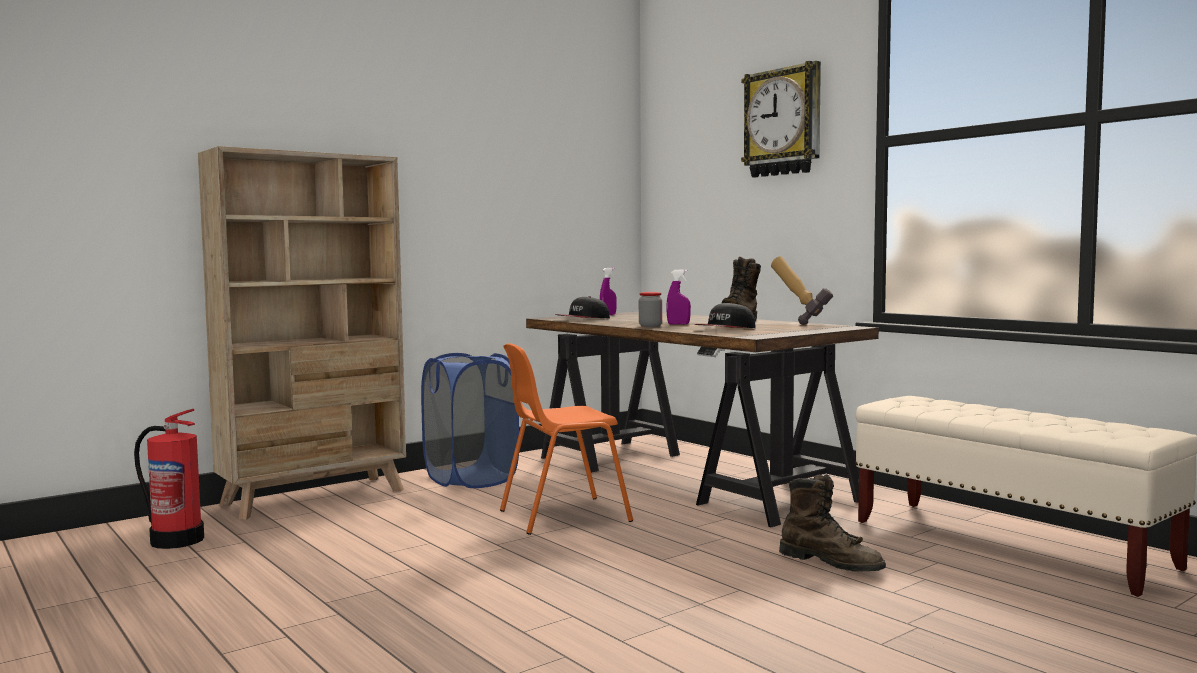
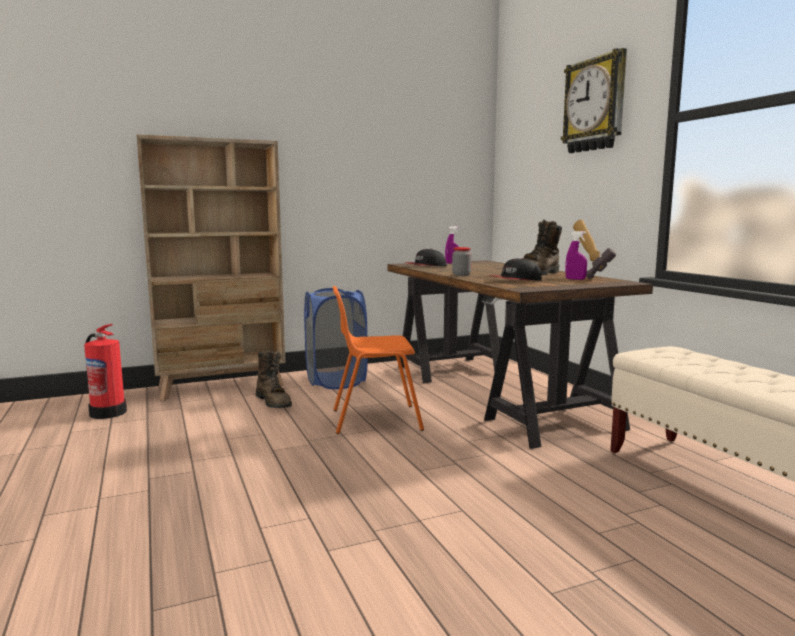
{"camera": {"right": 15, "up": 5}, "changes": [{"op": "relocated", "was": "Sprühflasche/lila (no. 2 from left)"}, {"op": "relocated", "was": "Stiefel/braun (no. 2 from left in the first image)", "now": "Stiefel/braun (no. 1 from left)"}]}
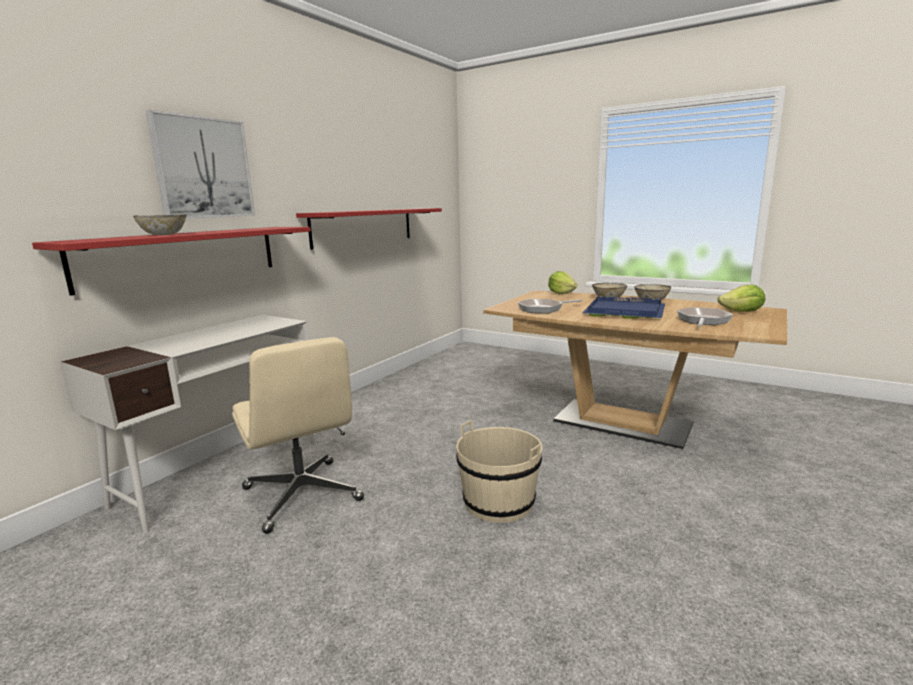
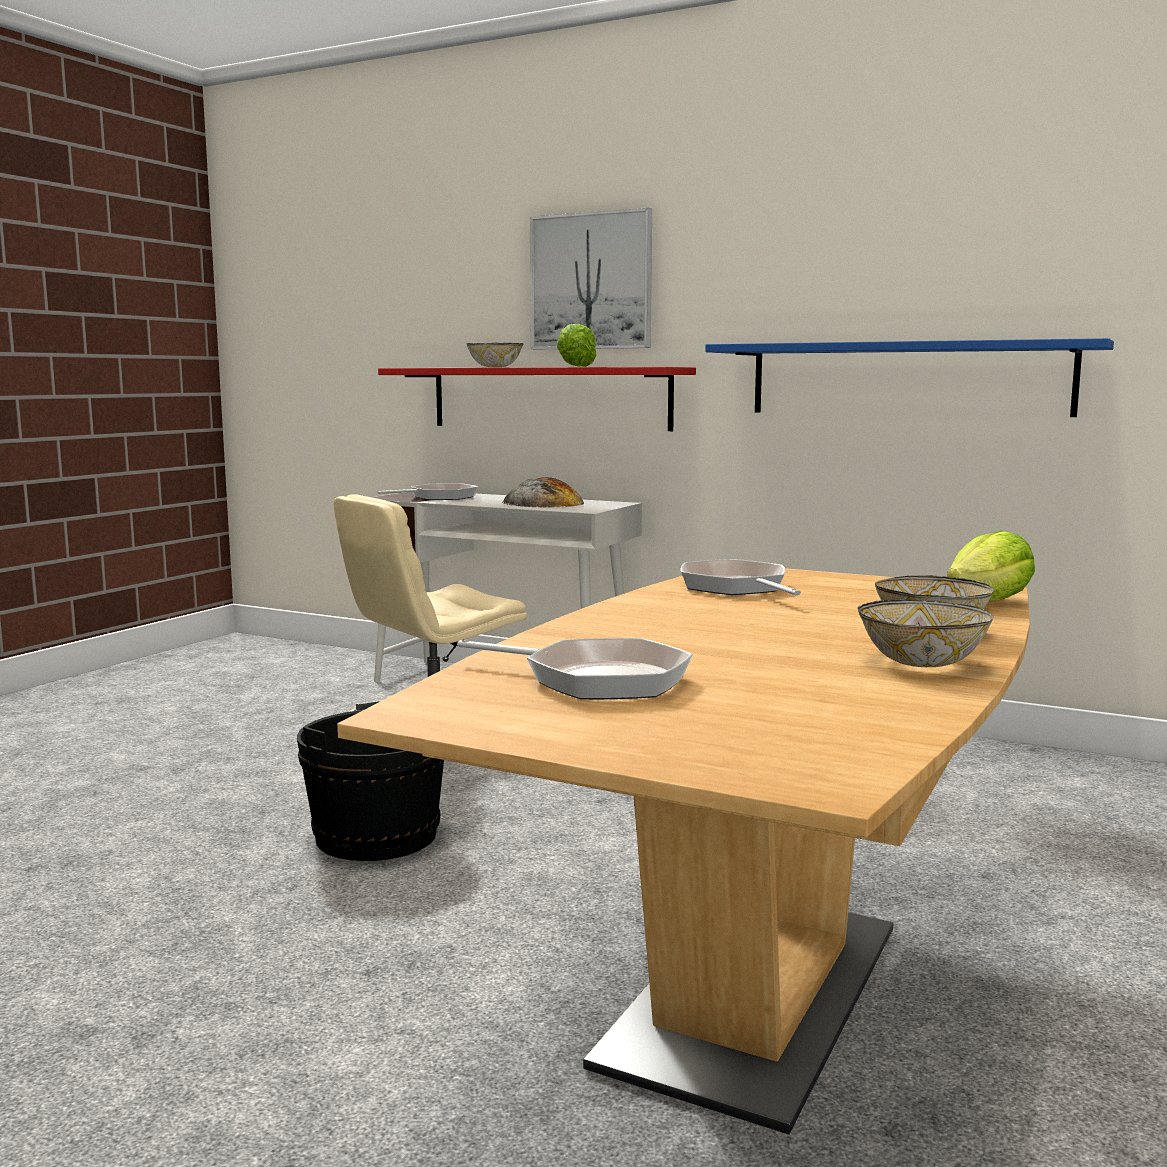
{"camera": {"right": 85, "up": -5}, "changes": [{"op": "colour", "was": "Wandregal/rot (no. 2 from left)", "now": "Wandregal/blau"}, {"op": "relocated", "was": "Salatkopf (no. 2 from left in the first image)", "now": "Salatkopf (no. 1 from left)"}, {"op": "missing", "was": "Tablett/blau"}, {"op": "colour", "was": "Eimer/beige", "now": "Eimer/schwarz"}, {"op": "appeared", "now": "Brot"}, {"op": "appeared", "now": "Pfanne (no. 1 from left)"}]}
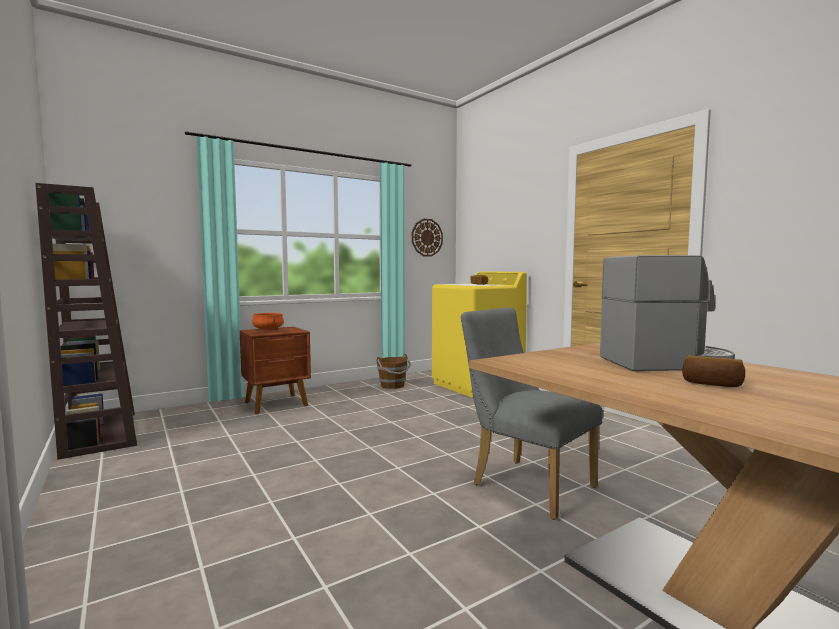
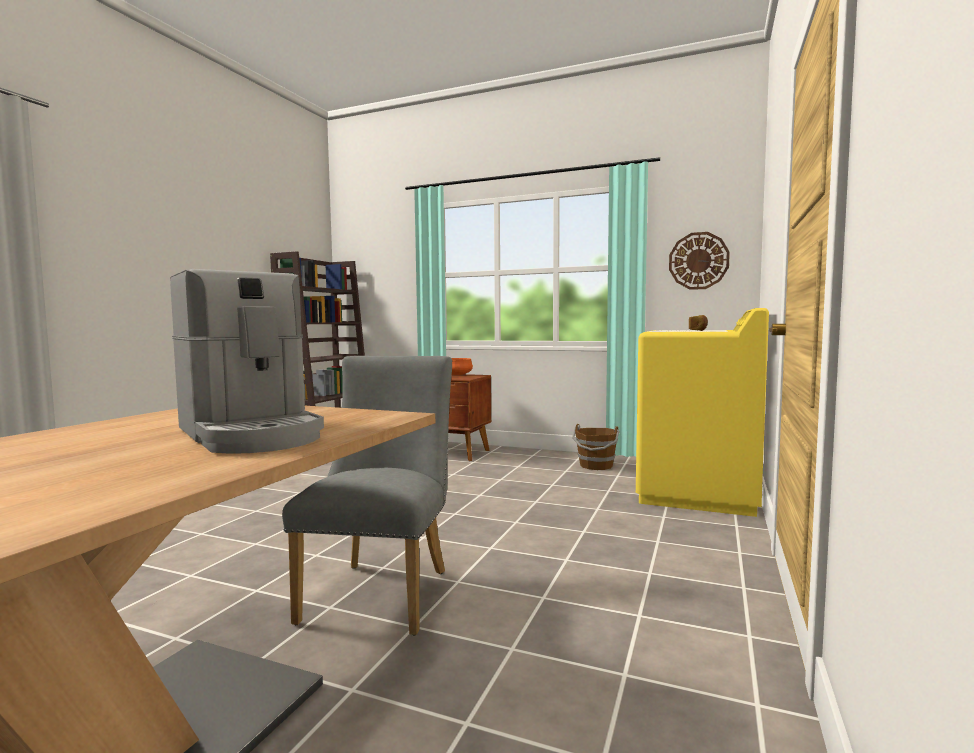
{"camera": {"right": 55, "up": 0}, "changes": [{"op": "missing", "was": "Brot (no. 2 from left)"}]}
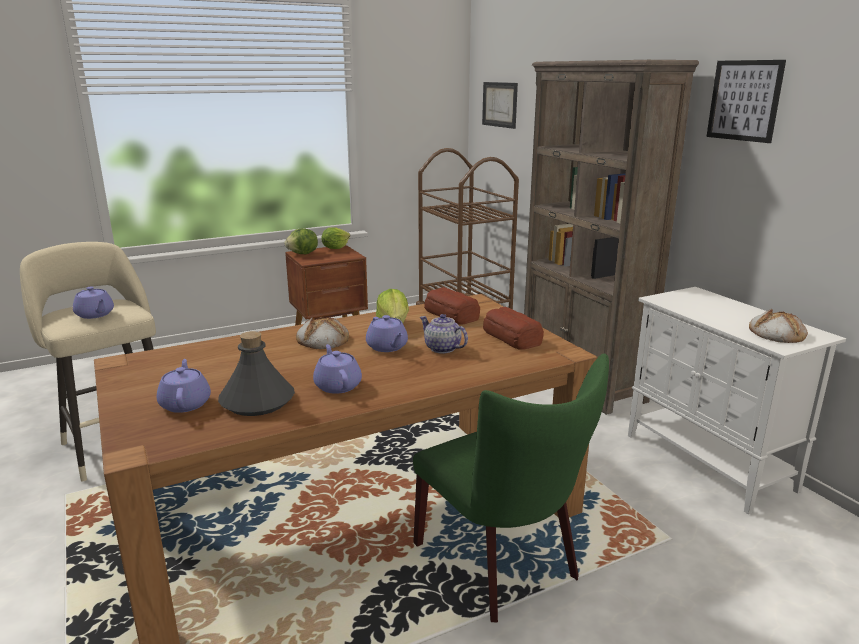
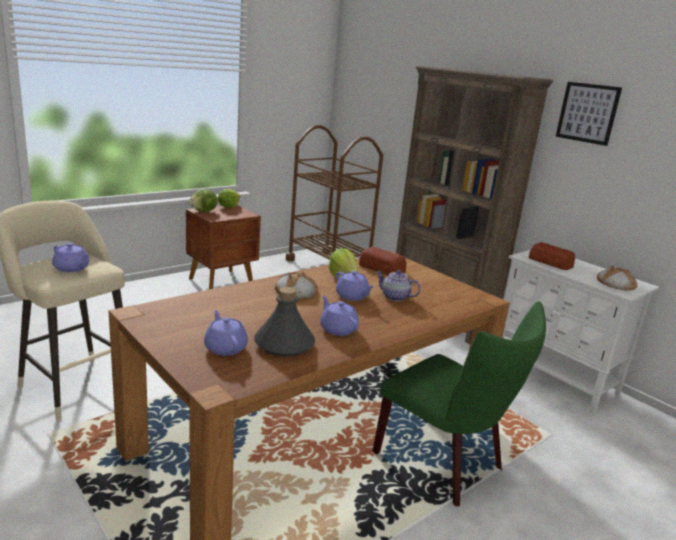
{"camera": {"right": -15, "up": 0}, "changes": [{"op": "missing", "was": "Bild (no. 1 from left)"}, {"op": "relocated", "was": "Brot (no. 3 from left)"}]}
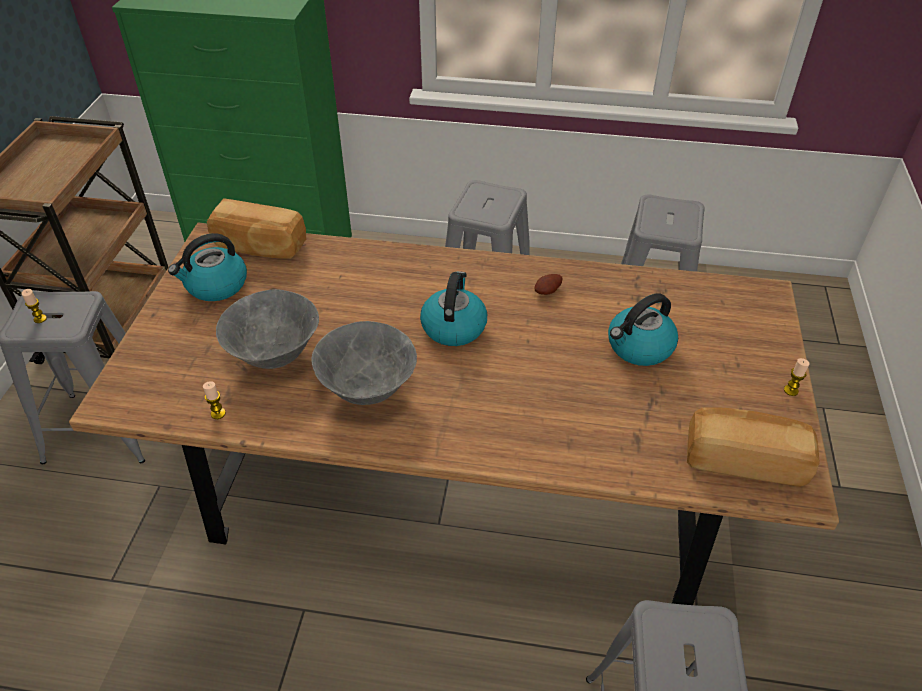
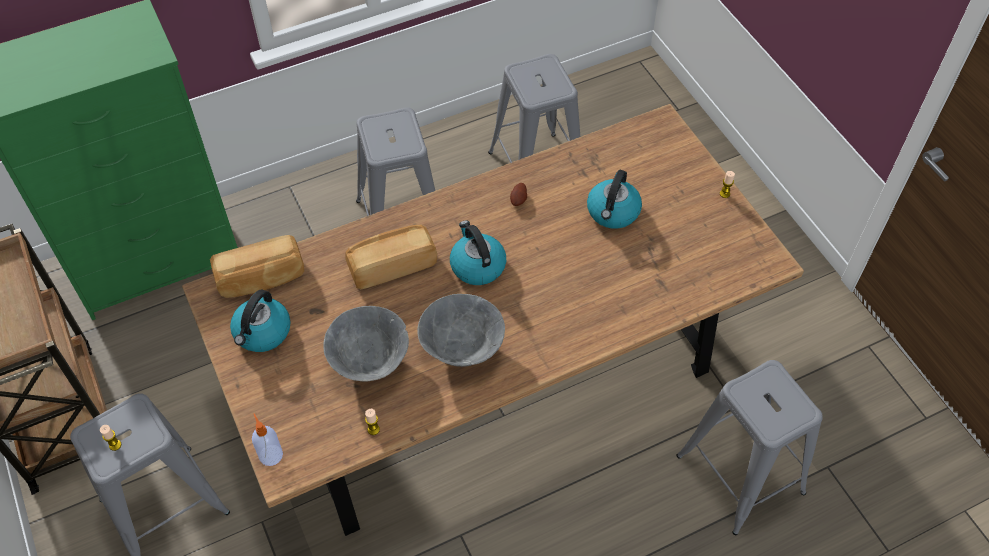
{"camera": {"right": -35, "up": 10}, "changes": [{"op": "relocated", "was": "Brot (no. 2 from left)"}, {"op": "appeared", "now": "Seifenspender"}]}
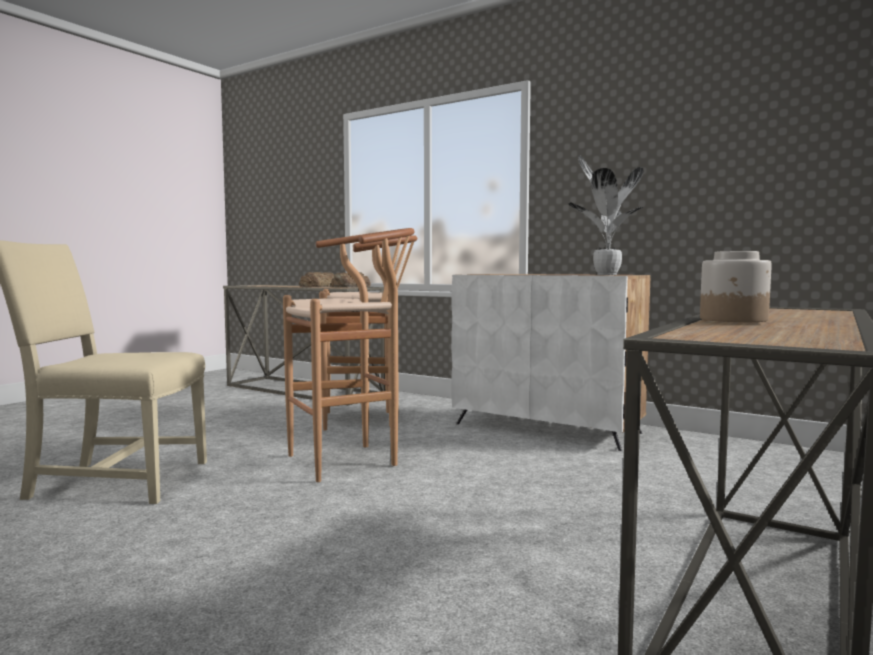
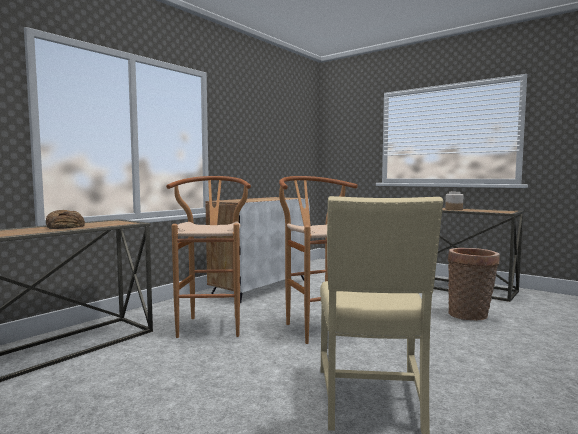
{"camera": {"right": -85, "up": 0}, "changes": [{"op": "missing", "was": "Topfpflanze"}, {"op": "missing", "was": "Brot (no. 2 from left)"}, {"op": "appeared", "now": "Korb"}]}
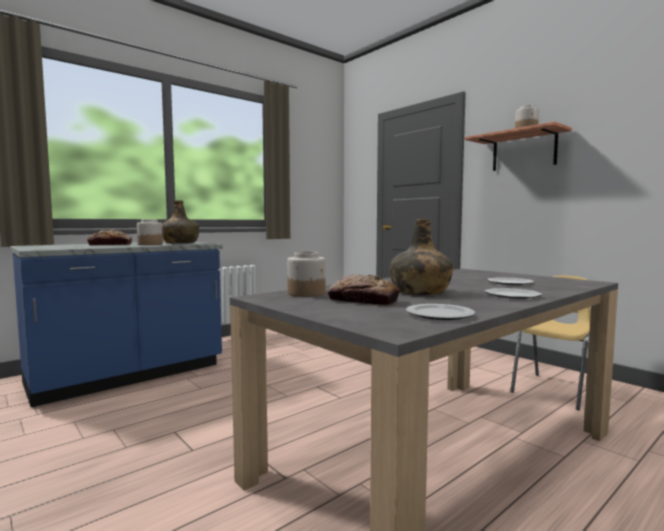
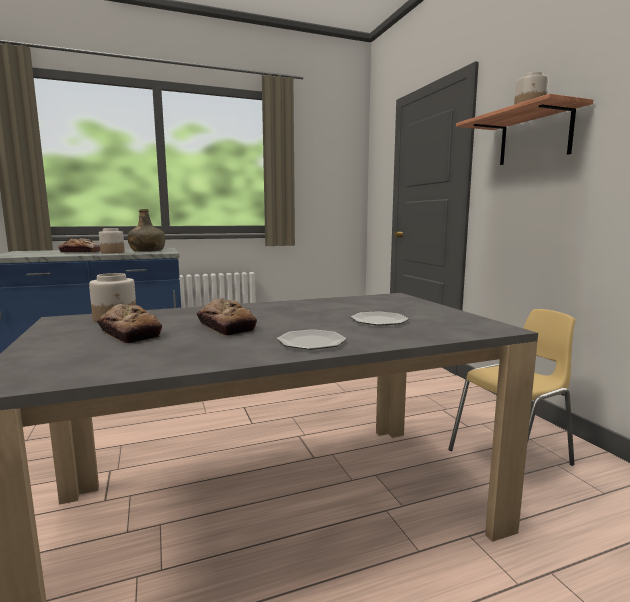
{"camera": {"right": 20, "up": 5}, "changes": [{"op": "exchanged", "was": "Flasche/grün (no. 2 from left)", "now": "Brot (no. 3 from left)"}, {"op": "missing", "was": "Teller (no. 1 from left)"}]}
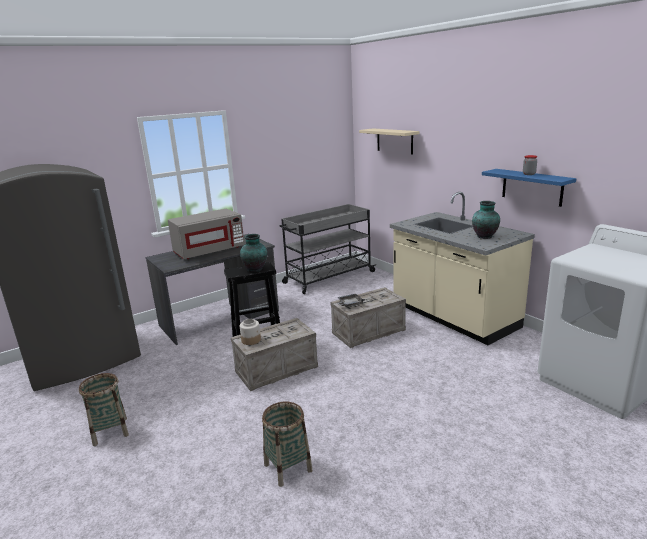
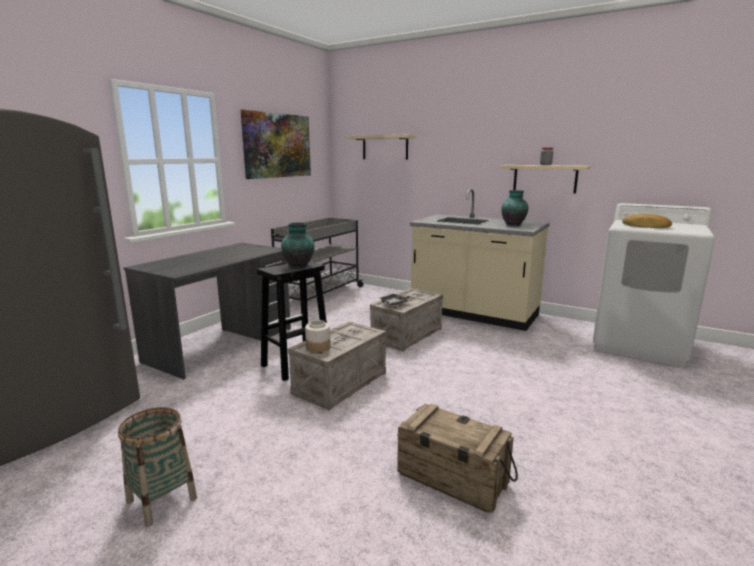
{"camera": {"right": -25, "up": -5}, "changes": [{"op": "colour", "was": "Wandregal/blau", "now": "Wandregal/beige (no. 2 from left)"}, {"op": "missing", "was": "Mikrowelle/grau"}, {"op": "exchanged", "was": "Korb (no. 2 from left)", "now": "Kiste (no. 3 from left)"}, {"op": "appeared", "now": "Bild"}, {"op": "appeared", "now": "Brot"}]}
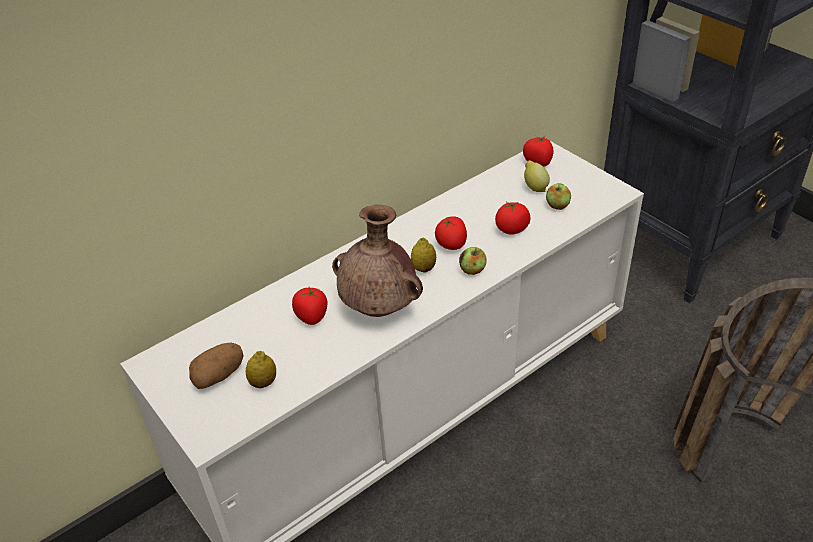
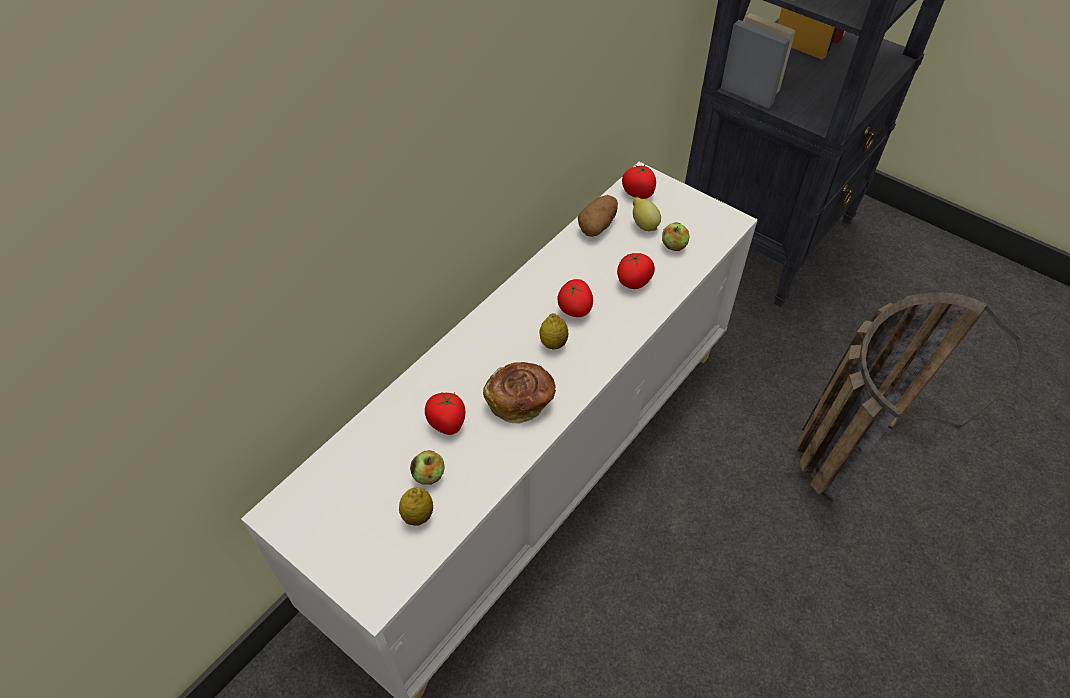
{"camera": {"right": -15, "up": 10}, "changes": [{"op": "exchanged", "was": "Vase/braun", "now": "Brot"}, {"op": "relocated", "was": "Apfel (no. 1 from left)"}, {"op": "relocated", "was": "Kartoffel"}]}
